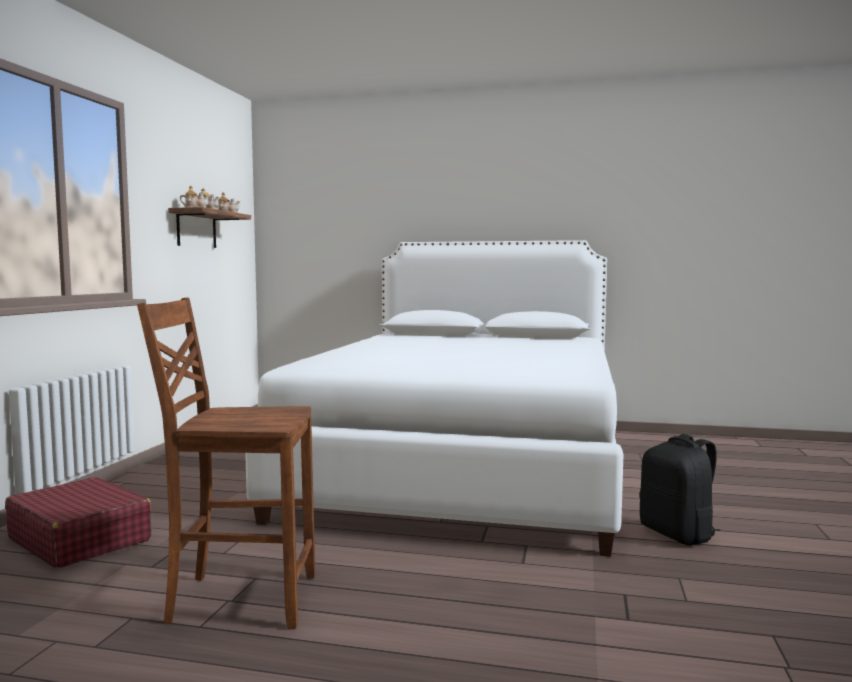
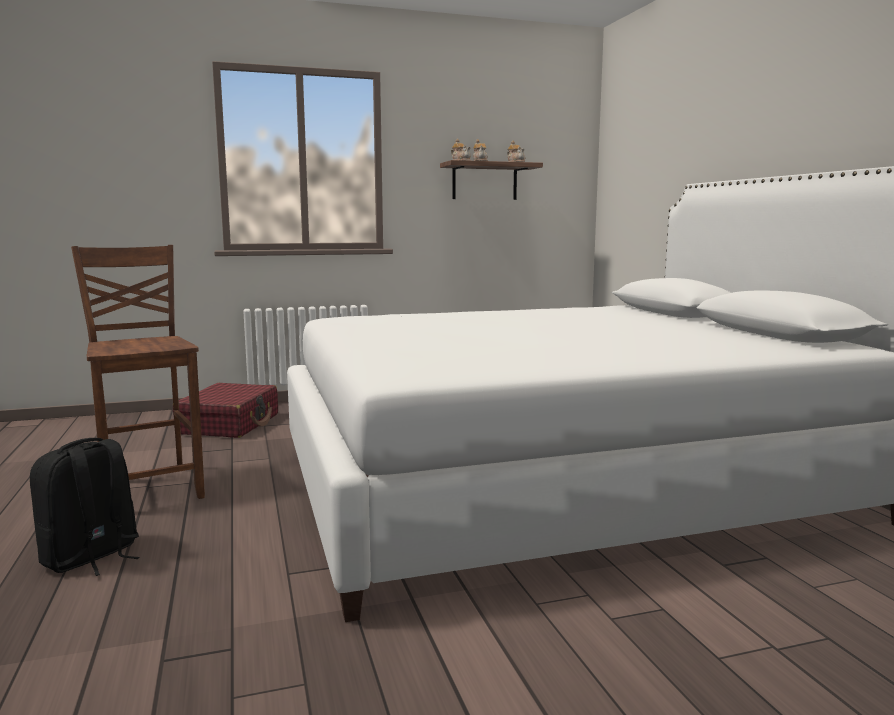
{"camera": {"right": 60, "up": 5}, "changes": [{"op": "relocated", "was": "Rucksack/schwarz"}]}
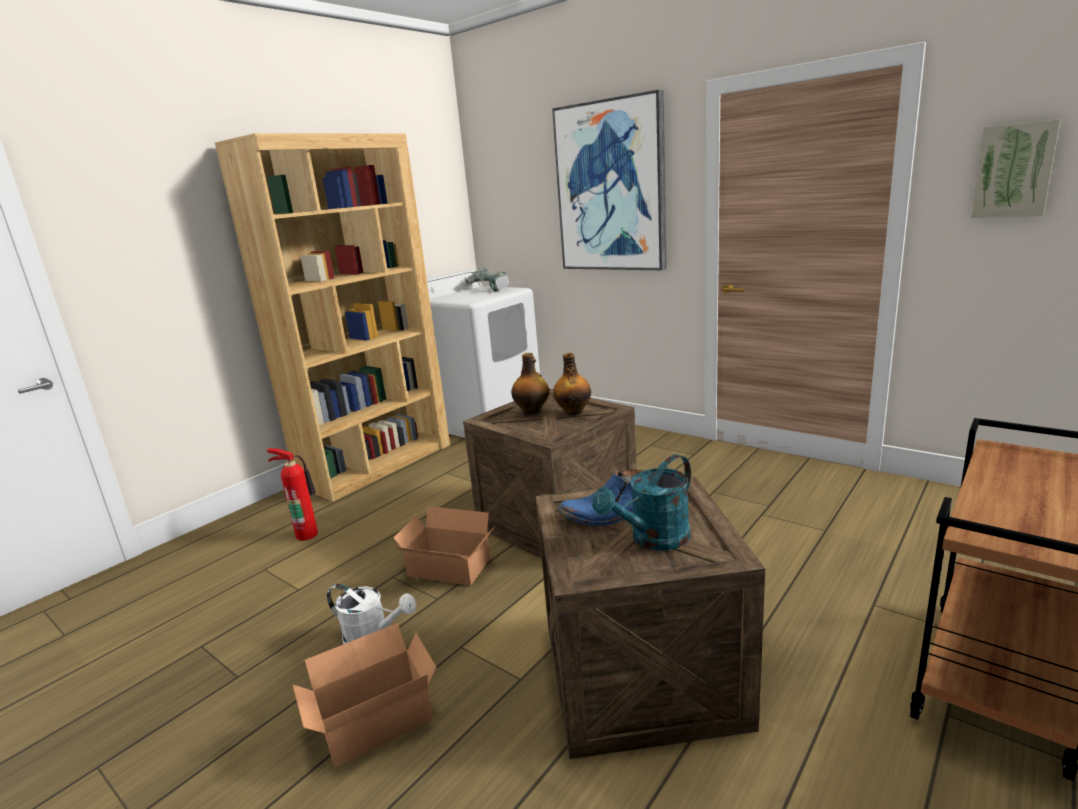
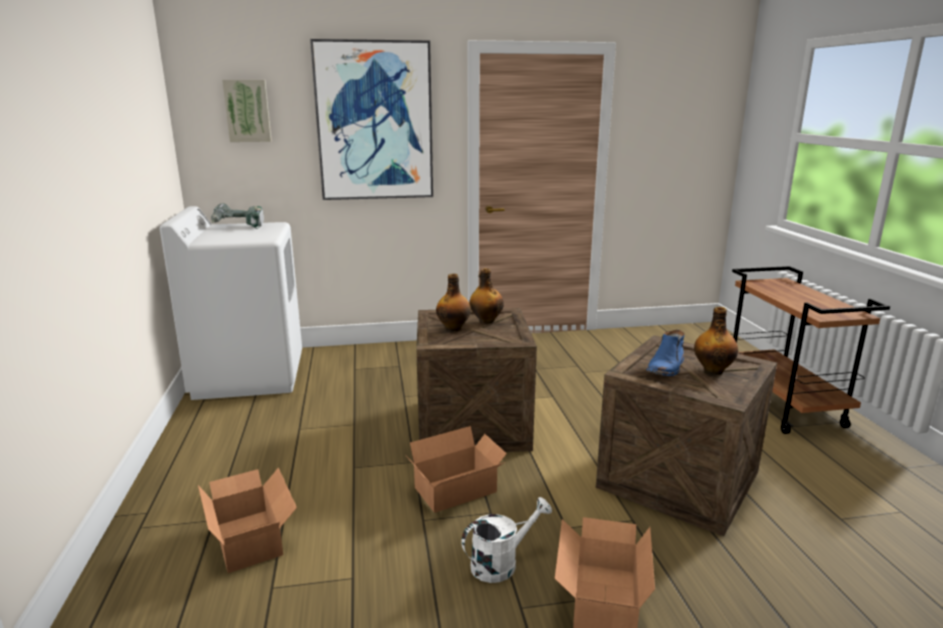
{"camera": {"right": -50, "up": 0}, "changes": [{"op": "relocated", "was": "Bild (no. 2 from left in the first image)", "now": "Bild (no. 1 from left)"}, {"op": "missing", "was": "Bücherregal/braun"}, {"op": "exchanged", "was": "Feuerlöscher", "now": "Karton (no. 1 from left)"}, {"op": "exchanged", "was": "Gießkanne/türkis", "now": "Flasche (no. 3 from left)"}]}
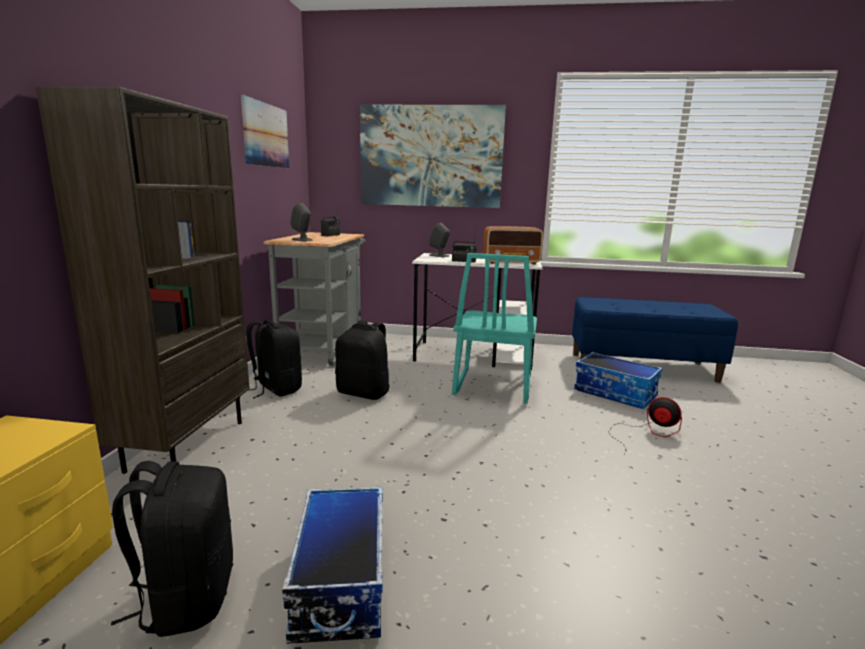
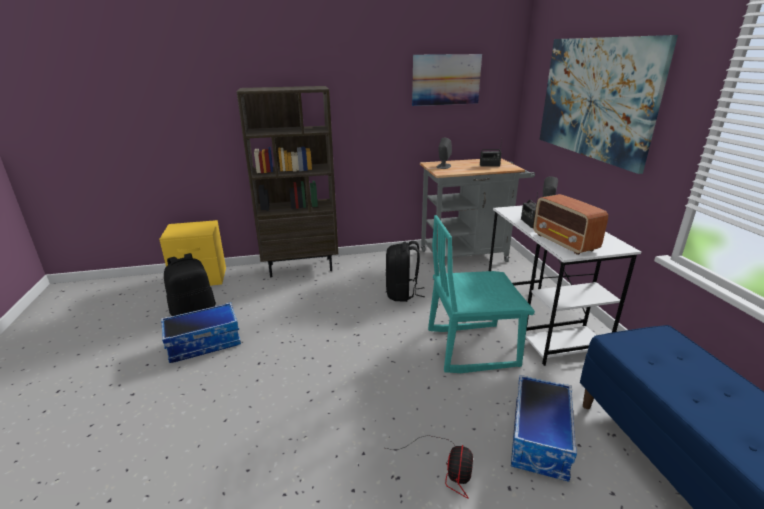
{"camera": {"right": 70, "up": 10}, "changes": [{"op": "missing", "was": "Rucksack/schwarz (no. 2 from left)"}]}
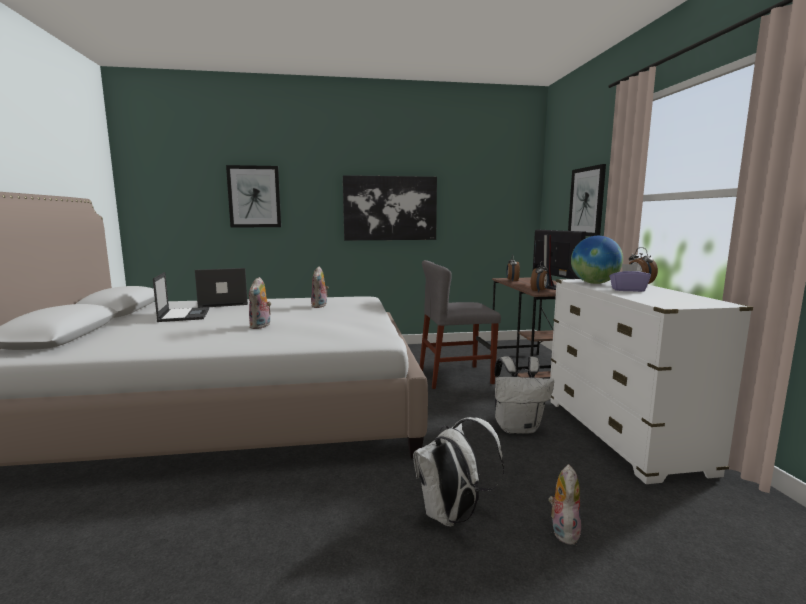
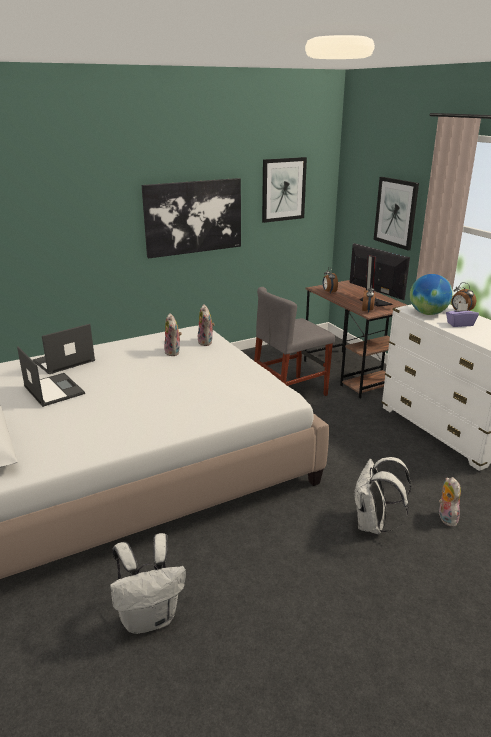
{"camera": {"right": -20, "up": 15}, "changes": [{"op": "relocated", "was": "Bild (no. 1 from left in the first image)", "now": "Bild (no. 2 from left)"}, {"op": "relocated", "was": "Plüschtier (no. 1 from left in the first image)", "now": "Plüschtier (no. 2 from left)"}, {"op": "relocated", "was": "Rucksack/weiß (no. 2 from left in the first image)", "now": "Rucksack/weiß (no. 1 from left)"}]}
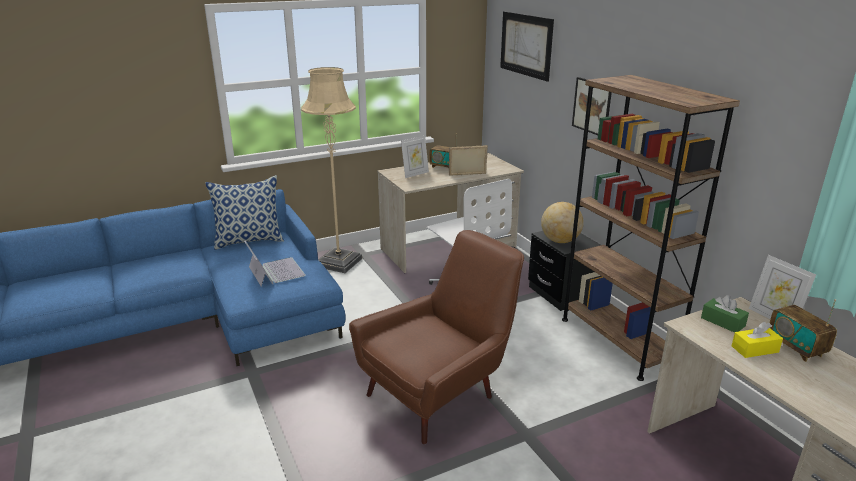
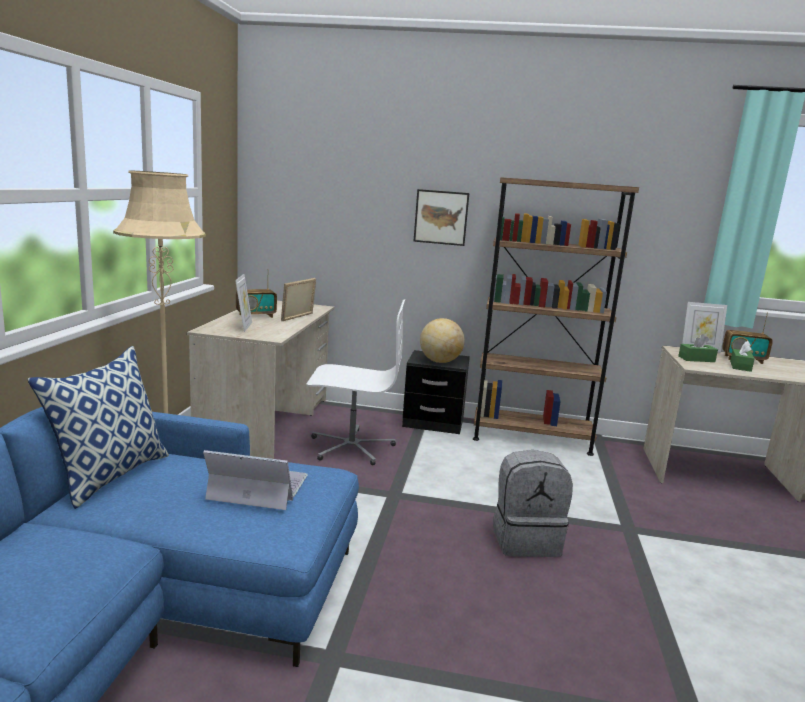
{"camera": {"right": -55, "up": -10}, "changes": [{"op": "missing", "was": "Bild (no. 1 from left)"}, {"op": "exchanged", "was": "Sessel/braun", "now": "Rucksack/grau"}, {"op": "colour", "was": "Taschentuchbox/gelb", "now": "Taschentuchbox/grün (no. 2 from left)"}]}
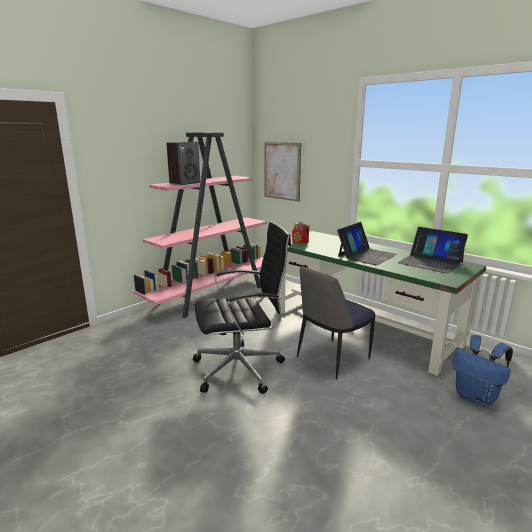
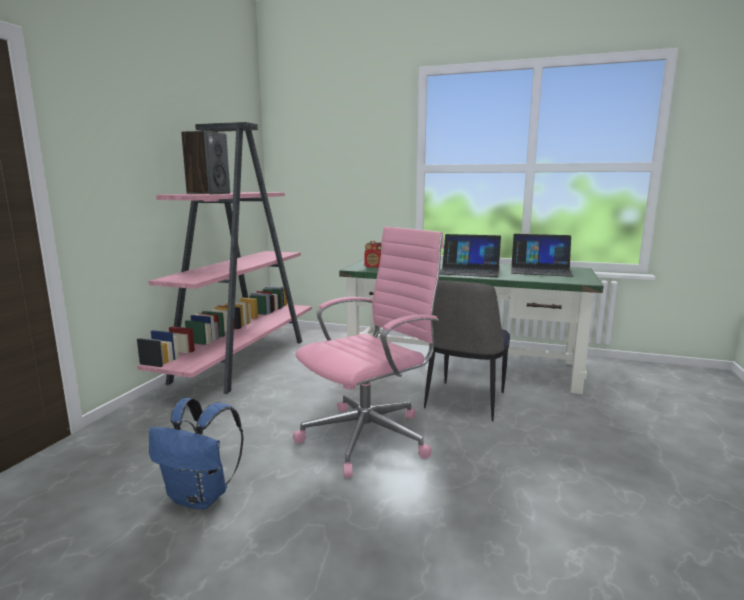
{"camera": {"right": -25, "up": -5}, "changes": [{"op": "missing", "was": "Bild"}, {"op": "colour", "was": "Bürostuhl/schwarz", "now": "Bürostuhl/rosa"}, {"op": "spun", "was": "Laptop (no. 1 from left)", "clockwise": 90}, {"op": "relocated", "was": "Rucksack/blau"}]}
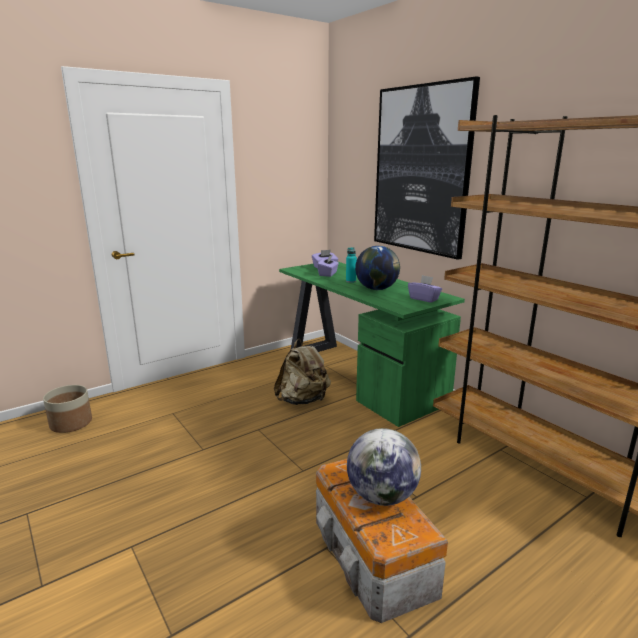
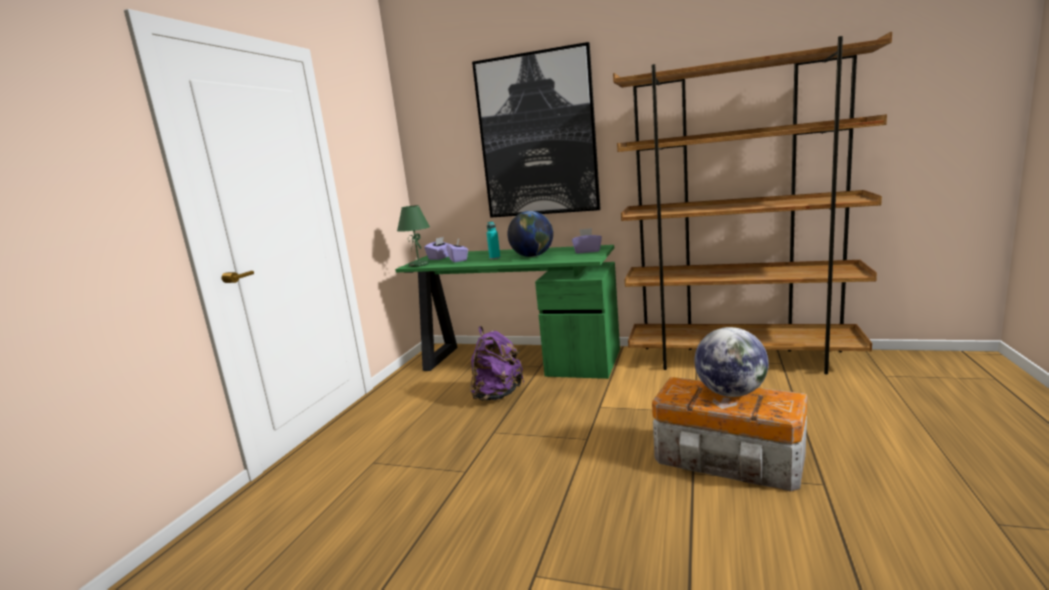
{"camera": {"right": -35, "up": -5}, "changes": [{"op": "colour", "was": "Rucksack/beige", "now": "Rucksack/lila"}, {"op": "missing", "was": "Pflanzkübel"}, {"op": "appeared", "now": "Tischlampe/grün"}]}
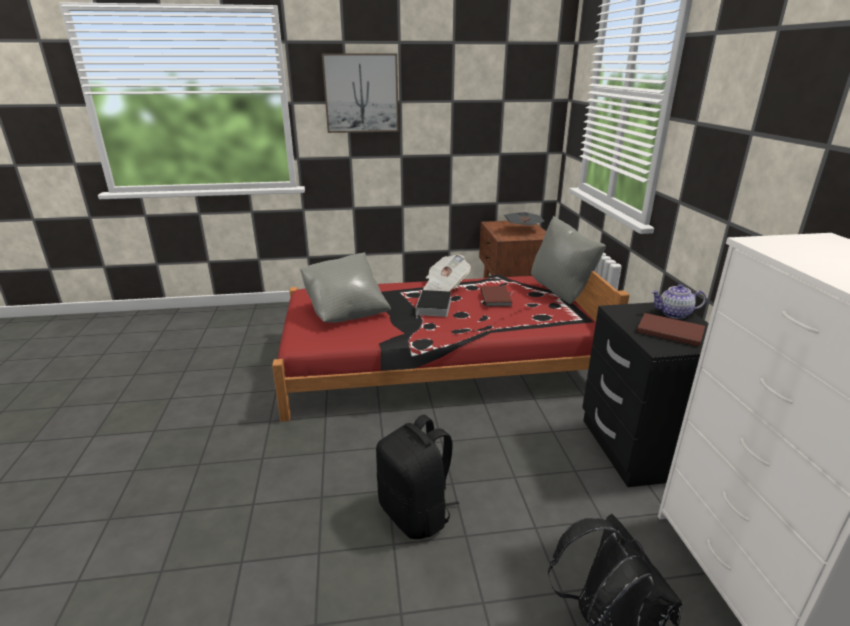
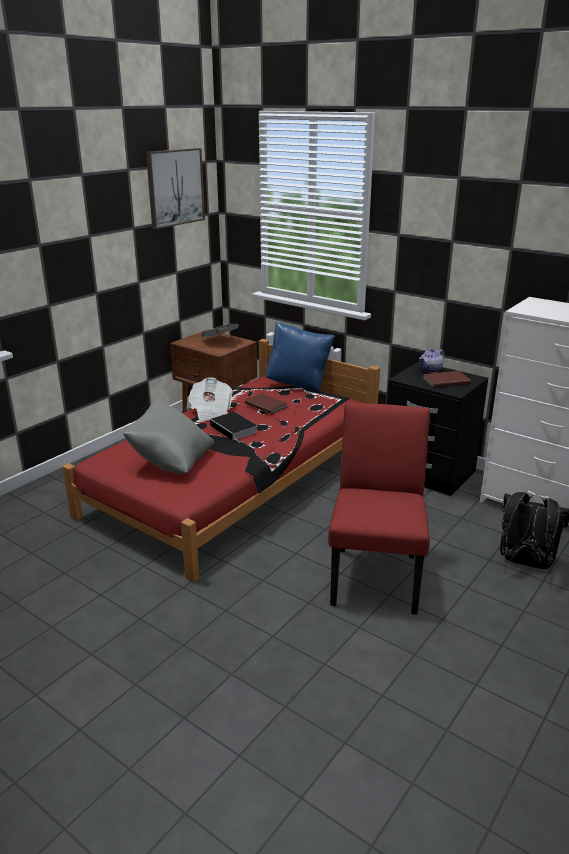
{"camera": {"right": -45, "up": 0}, "changes": [{"op": "relocated", "was": "Bild"}, {"op": "colour", "was": "Kissen/grau (no. 2 from left)", "now": "Kissen/blau"}, {"op": "exchanged", "was": "Rucksack/schwarz (no. 1 from left)", "now": "Stuhl/rot"}]}
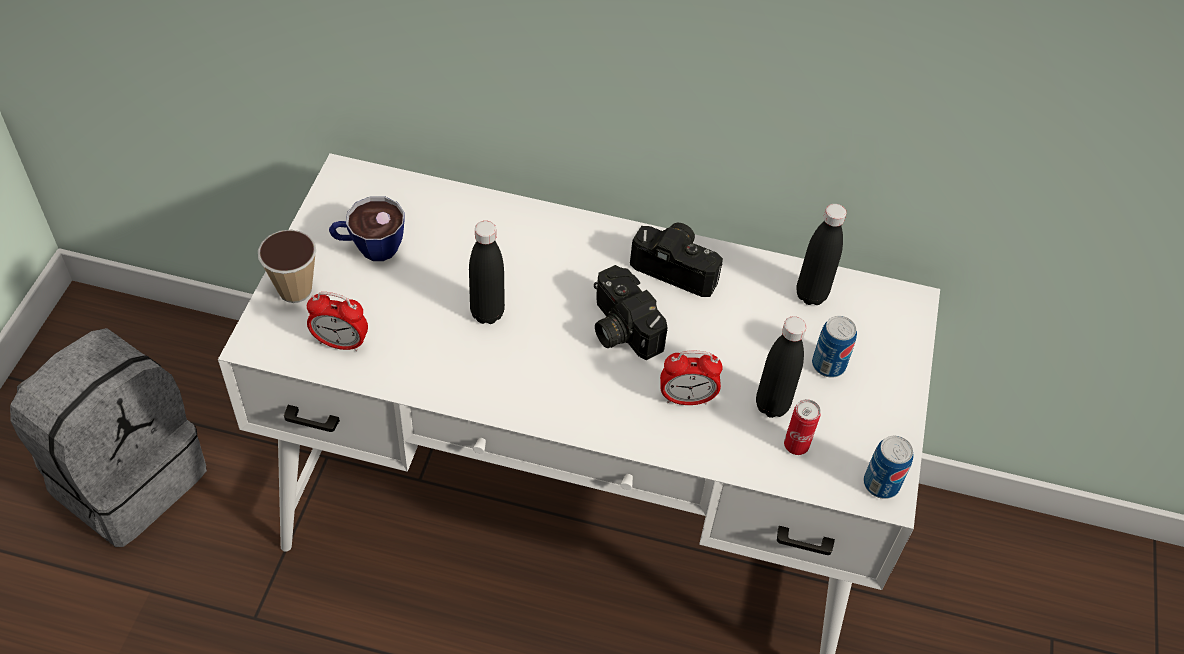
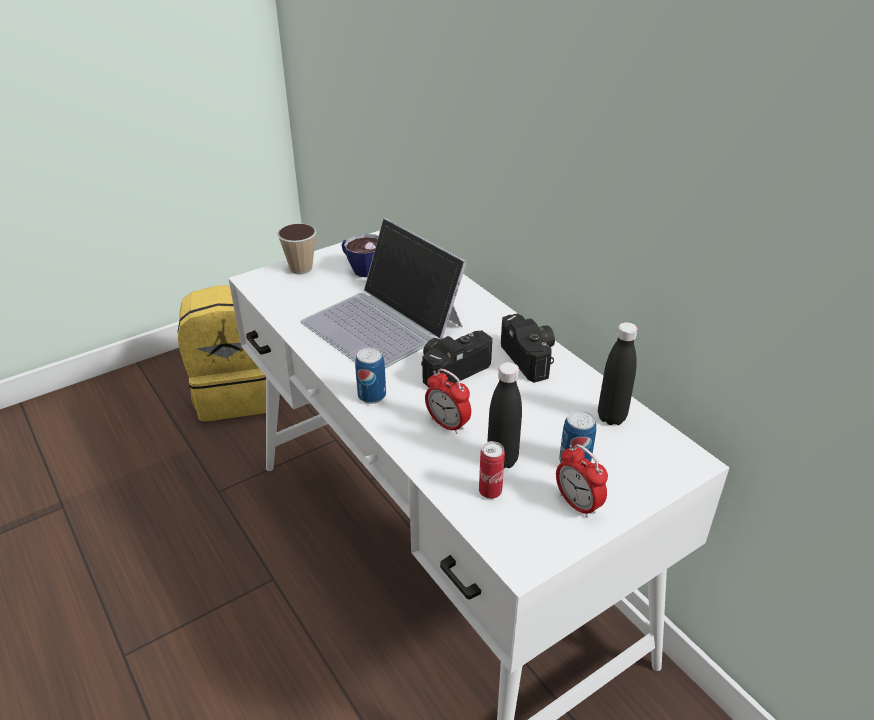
{"camera": {"right": 45, "up": -15}, "changes": [{"op": "exchanged", "was": "Flasche/schwarz (no. 1 from left)", "now": "Laptop"}, {"op": "spun", "was": "Kamera (no. 1 from left)", "clockwise": 45}, {"op": "relocated", "was": "Wecker (no. 1 from left in the first image)", "now": "Wecker (no. 2 from left)"}, {"op": "colour", "was": "Rucksack/grau", "now": "Rucksack/gelb"}, {"op": "relocated", "was": "Dose (no. 3 from left in the first image)", "now": "Dose (no. 1 from left)"}]}
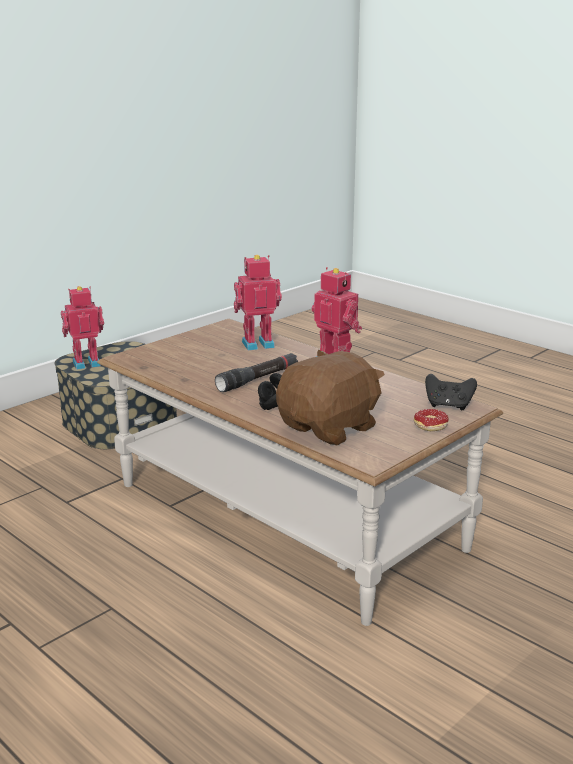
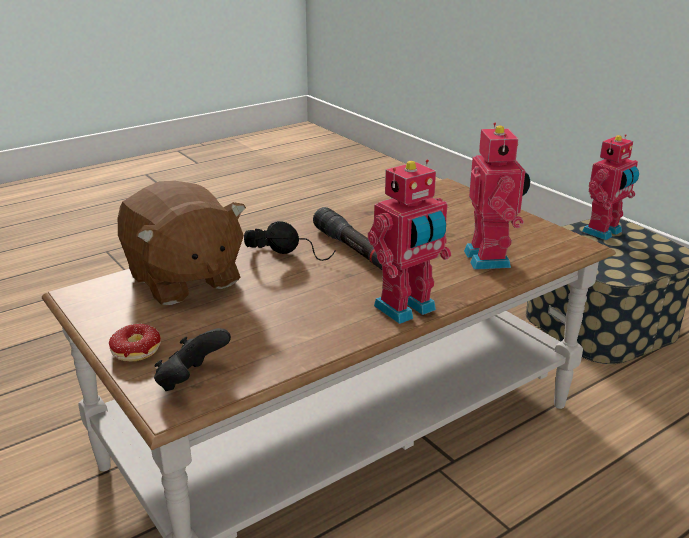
{"camera": {"right": 100, "up": 5}, "changes": [{"op": "spun", "was": "Spielzeugroboter (no. 1 from left in the first image)", "clockwise": 60}]}
